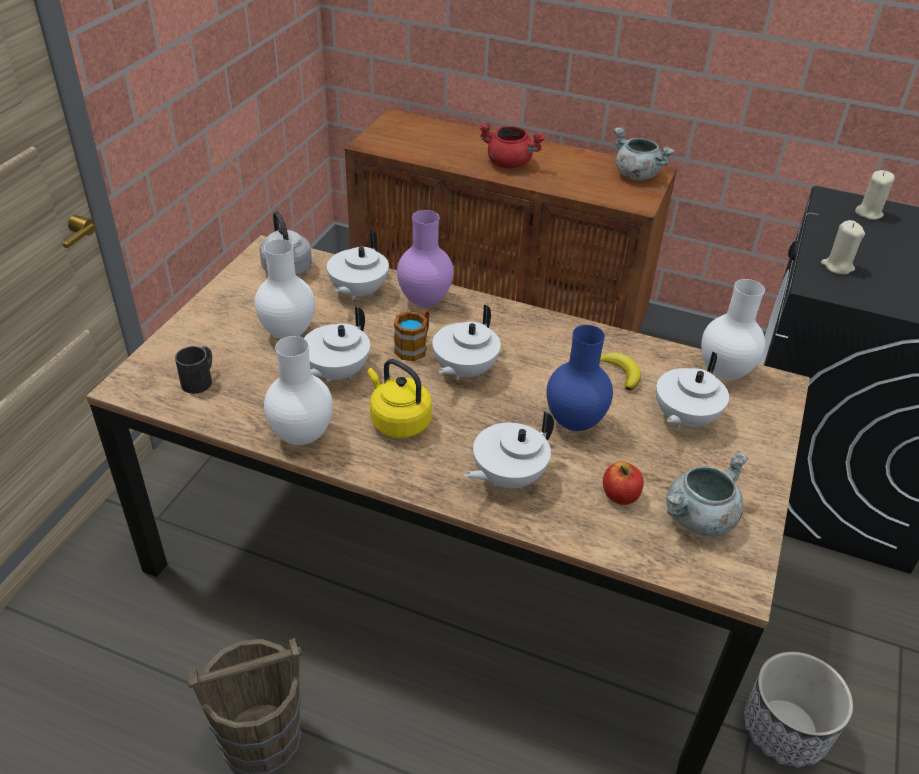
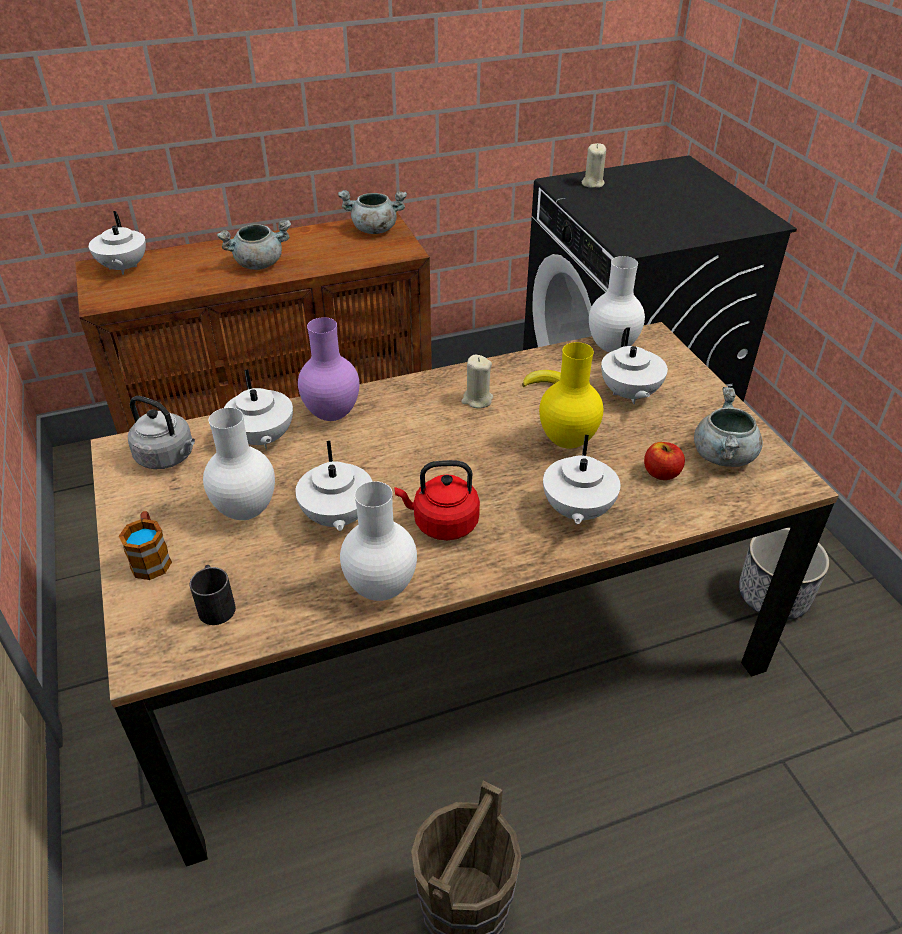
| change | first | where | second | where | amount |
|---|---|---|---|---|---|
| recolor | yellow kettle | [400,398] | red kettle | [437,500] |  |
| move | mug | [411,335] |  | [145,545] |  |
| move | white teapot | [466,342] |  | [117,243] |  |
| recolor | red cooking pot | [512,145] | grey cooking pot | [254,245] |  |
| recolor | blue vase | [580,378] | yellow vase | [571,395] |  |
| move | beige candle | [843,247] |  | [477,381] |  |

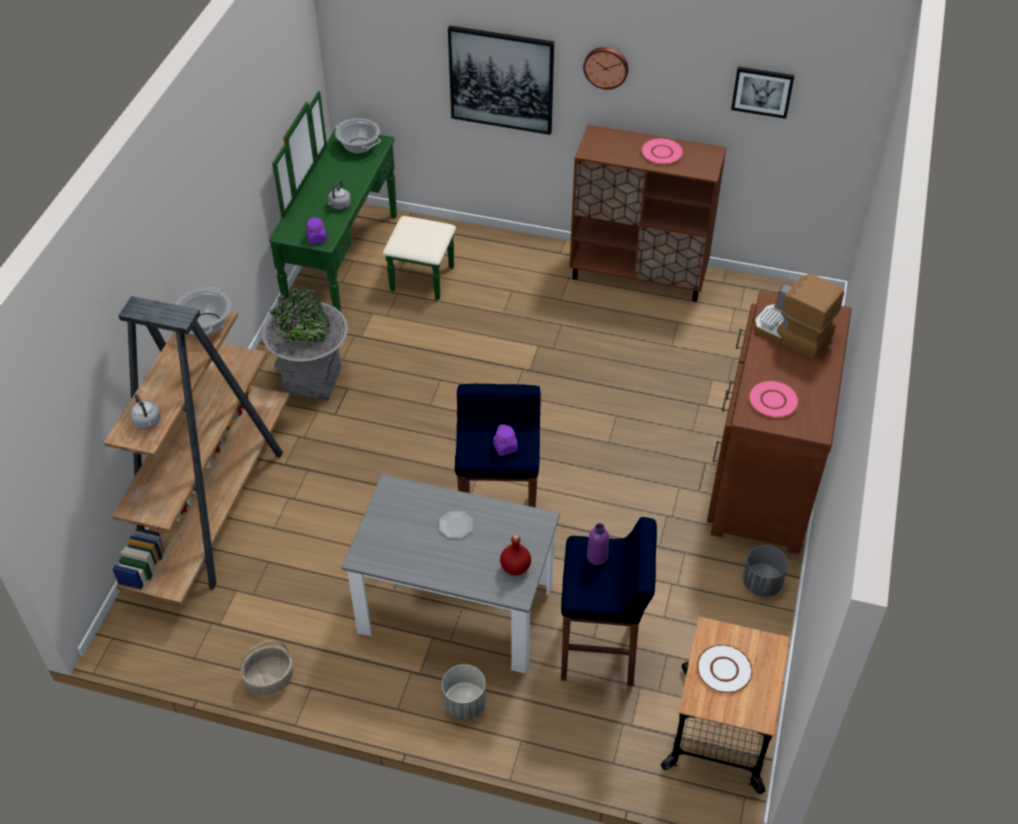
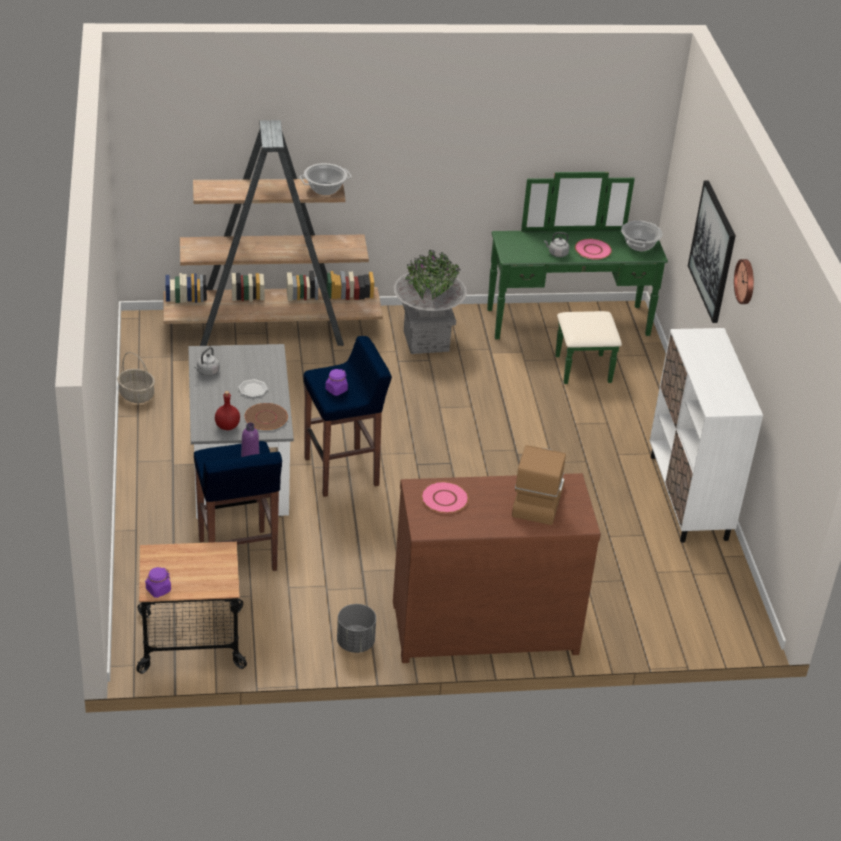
| change | first | where | second | where | amount |
|---|---|---|---|---|---|
| move | grey kettle | [145,411] |  | [207,361] |  |
| move | purple jar | [316,230] |  | [158,582] |  |
| delete | grey planter | [464,692] |  |  |  |
| recolor | brown cabinet | [648,213] | white cabinet | [706,435] |  |
| move | pink plate | [662,151] |  | [593,249] |  |
| delete | white plate | [725,668] |  |  |  |
| delete | picture | [763,93] |  |  |  |
| insert |  |  | brown plate | [266,416] |  |

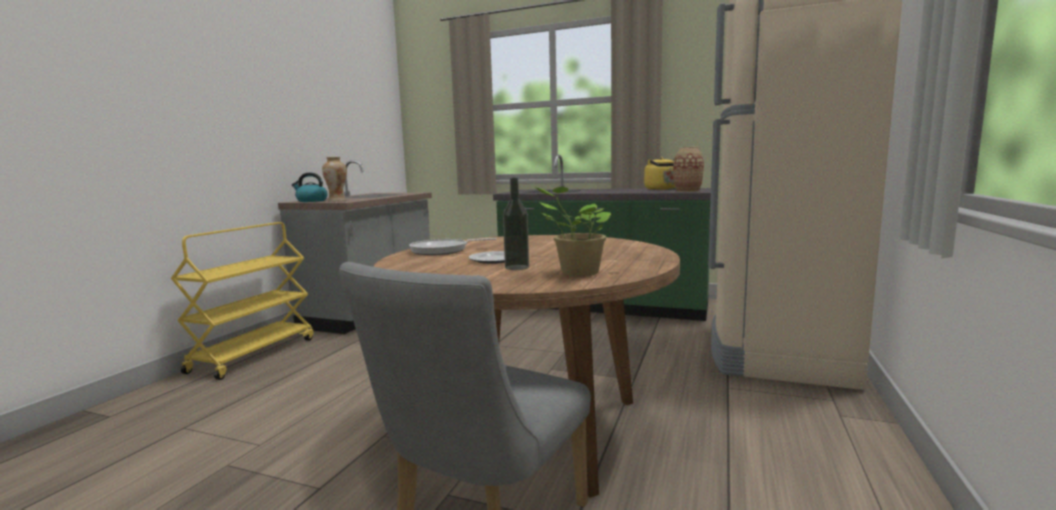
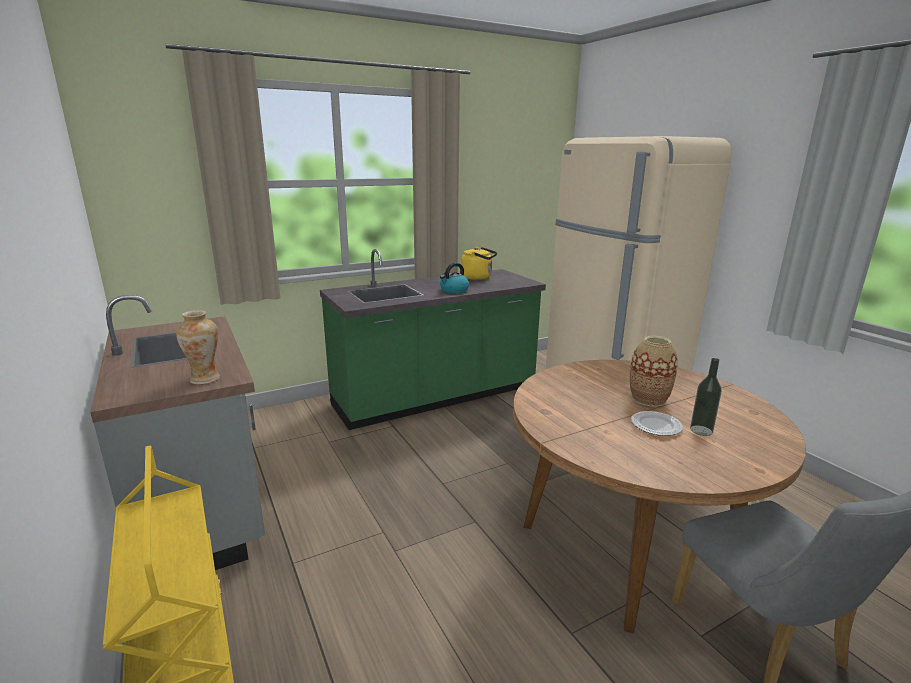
| change | first | where | second | where | amount |
|---|---|---|---|---|---|
| move | kettle | [310,187] |  | [454,278] |  |
| delete | frying pan | [453,246] |  |  |  |
| delete | potted plant | [573,231] |  |  |  |
| move | vase | [688,169] |  | [654,371] |  |

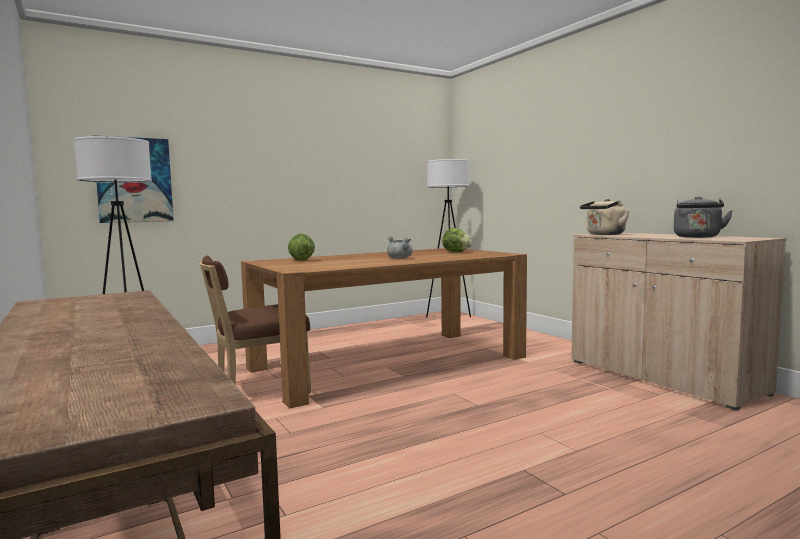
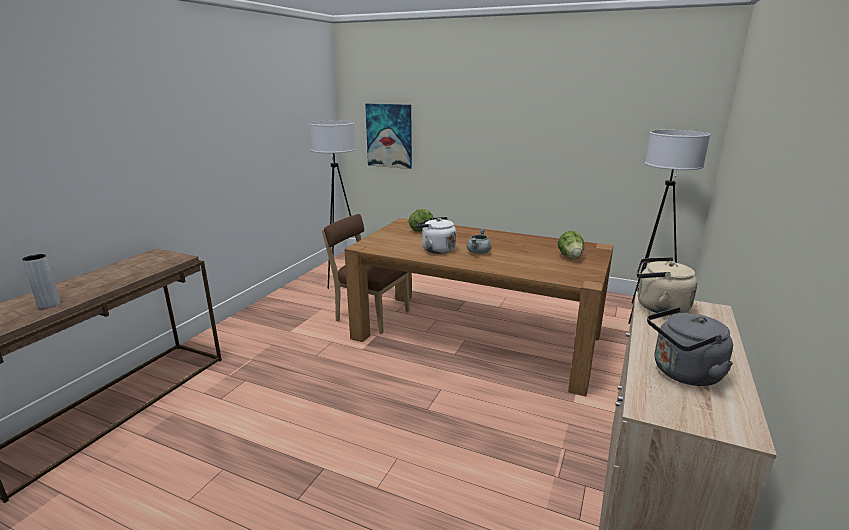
| change | first | where | second | where | amount |
|---|---|---|---|---|---|
| insert |  |  | grey vase | [41,281] |  |
| insert |  |  | white kettle | [435,235] |  |

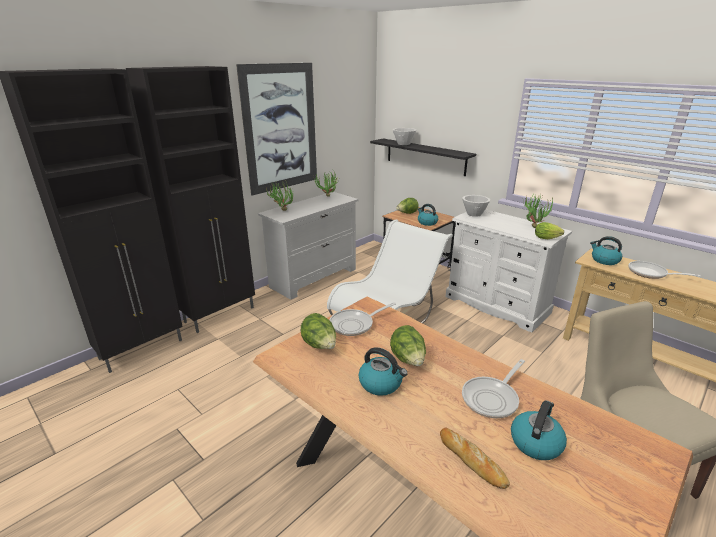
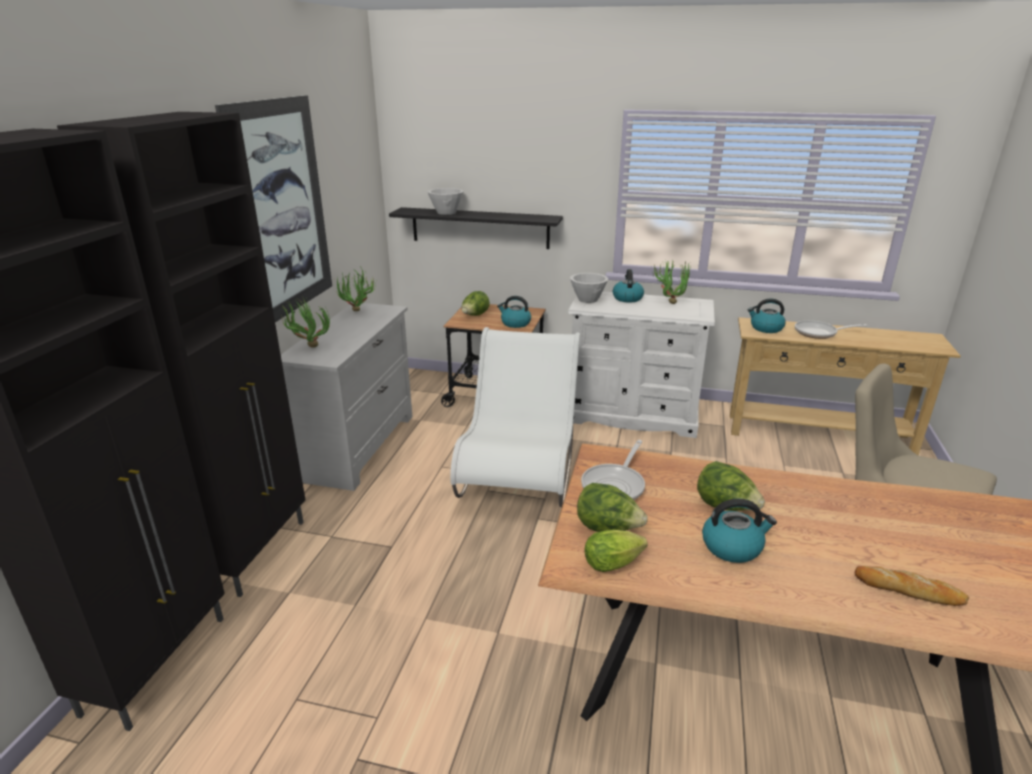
| change | first | where | second | where | amount |
|---|---|---|---|---|---|
| delete | frying pan | [493,388] |  |  |  |
| move | kettle | [539,430] |  | [628,286] |  |
| move | lettuce | [549,230] |  | [616,551] |  |

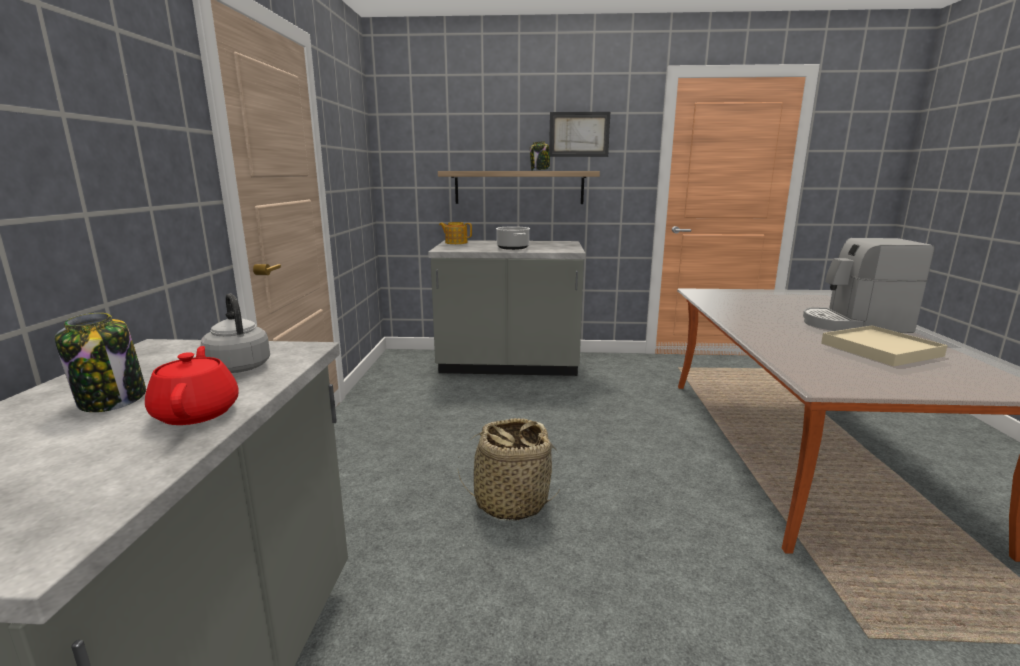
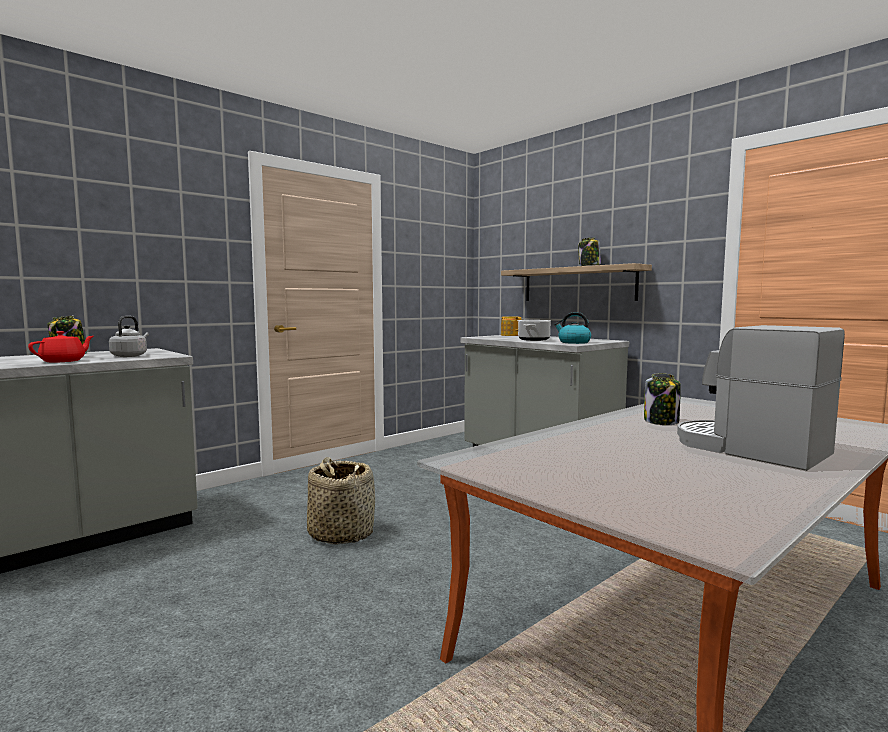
| change | first | where | second | where | amount |
|---|---|---|---|---|---|
| delete | picture | [579,134] |  |  |  |
| delete | beige tray | [884,346] |  |  |  |
| insert |  |  | kettle | [572,328] |  |
| insert |  |  | jar | [662,399] |  |

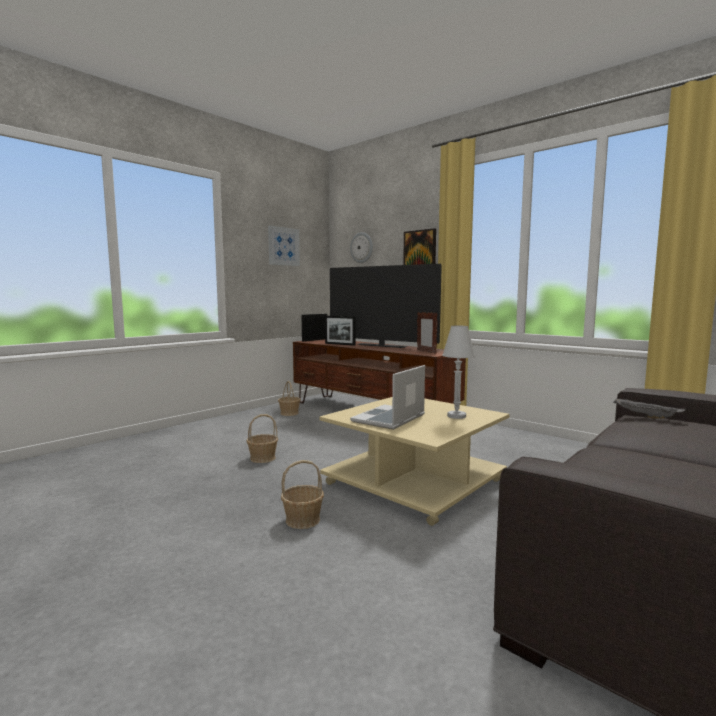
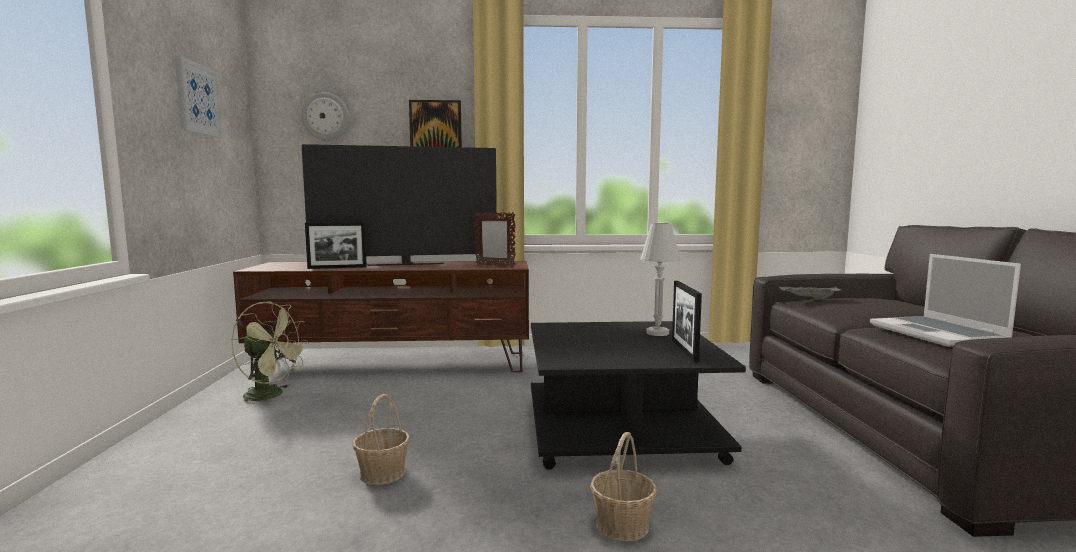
| change | first | where | second | where | amount |
|---|---|---|---|---|---|
| replace | basket | [289,398] | green fan | [270,354] |  |
| move | picture frame | [314,327] |  | [687,321] |  |
| recolor | beige coffee table | [414,461] | black coffee table | [638,395] |  |
| move | laptop | [387,397] |  | [945,300] |  |

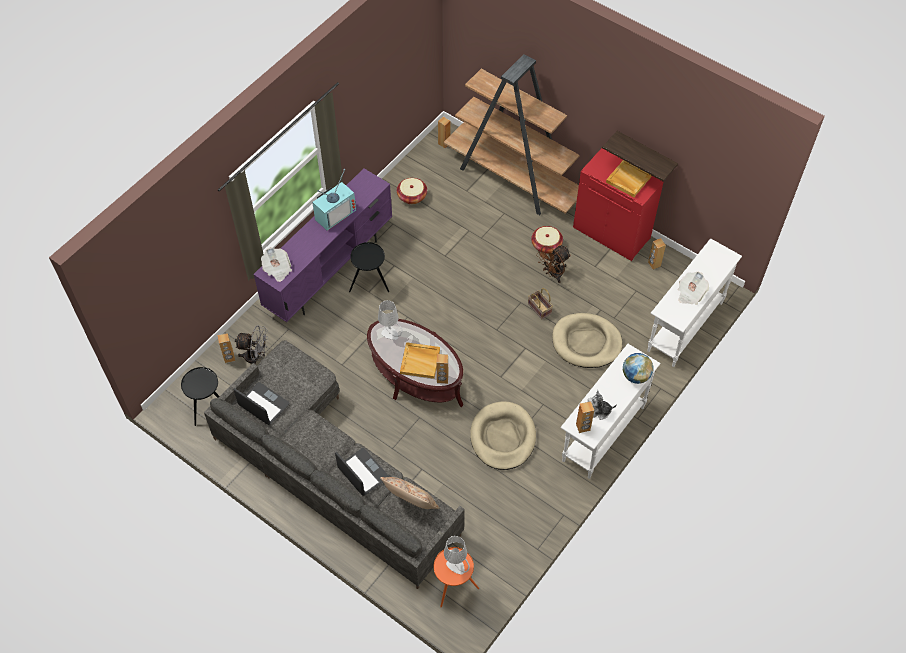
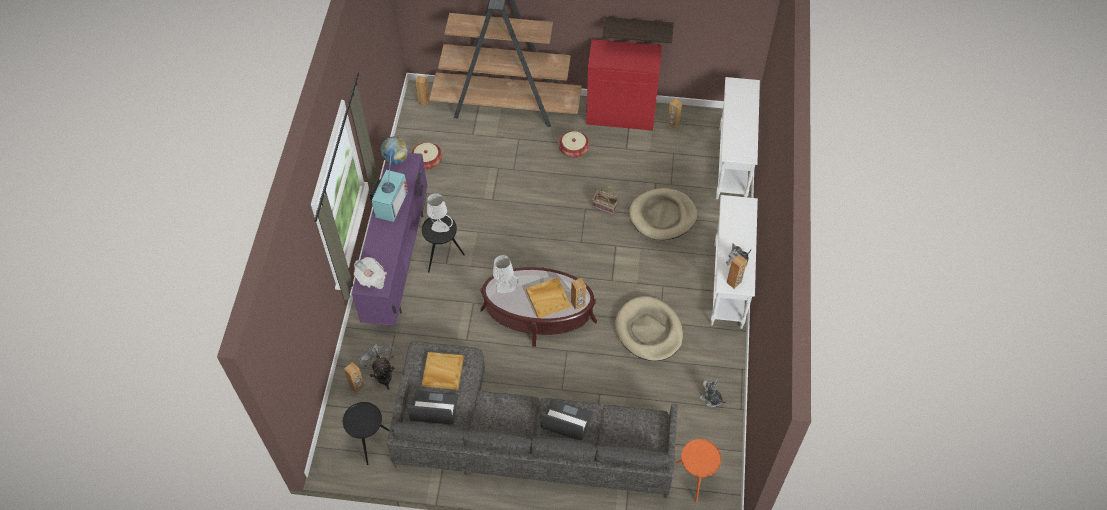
| change | first | where | second | where | amount |
|---|---|---|---|---|---|
| rotate | grey fan | [251,344] |  | [377,365] | 90 degrees counterclockwise |
| delete | beige pillow | [410,493] |  |  |  |
| move | grey table lamp | [457,555] |  | [440,212] |  |
| delete | brown fan | [553,264] |  |  |  |
| move | beige tray | [629,178] |  | [443,371] |  |
| move | globe | [638,368] |  | [394,150] |  |
| delete | newspaper | [693,288] |  |  |  |
| insert |  |  | plush toy | [712,393] |  |

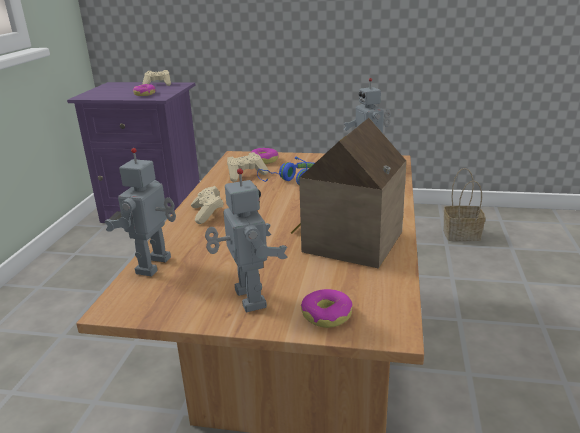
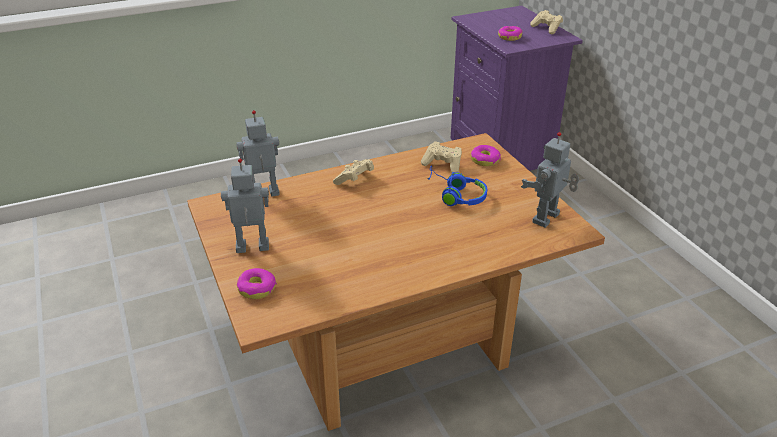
| change | first | where | second | where | amount |
|---|---|---|---|---|---|
| rotate | toy robot | [246,240] |  | [245,205] | 135 degrees counterclockwise |
| delete | toy house | [349,193] |  |  |  |
| delete | basket | [464,204] |  |  |  |

